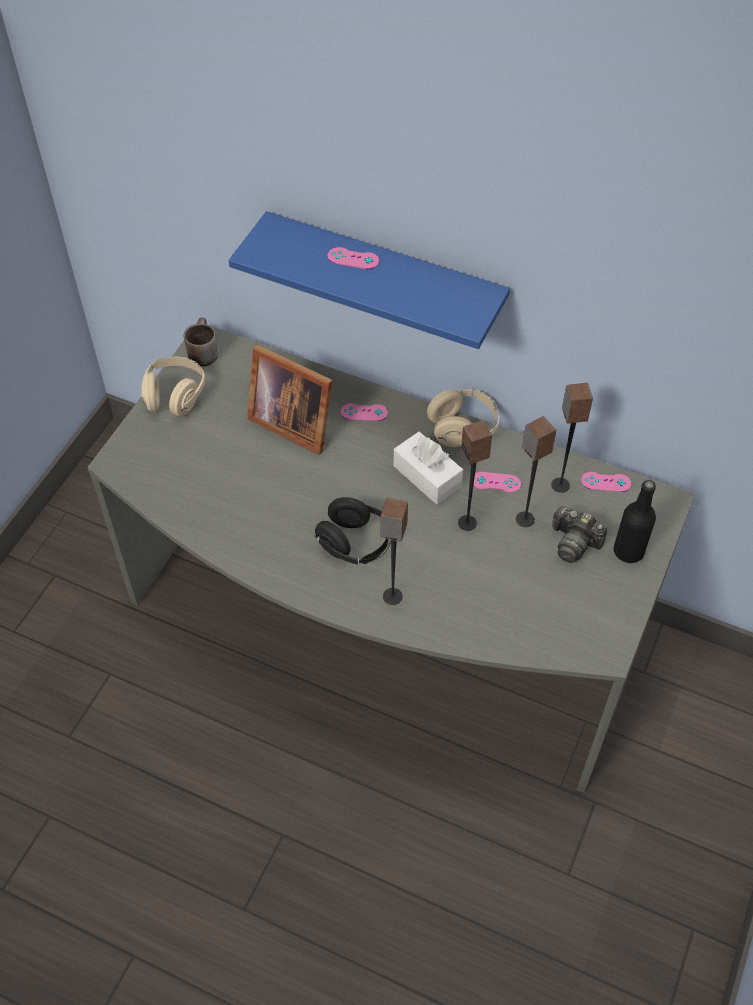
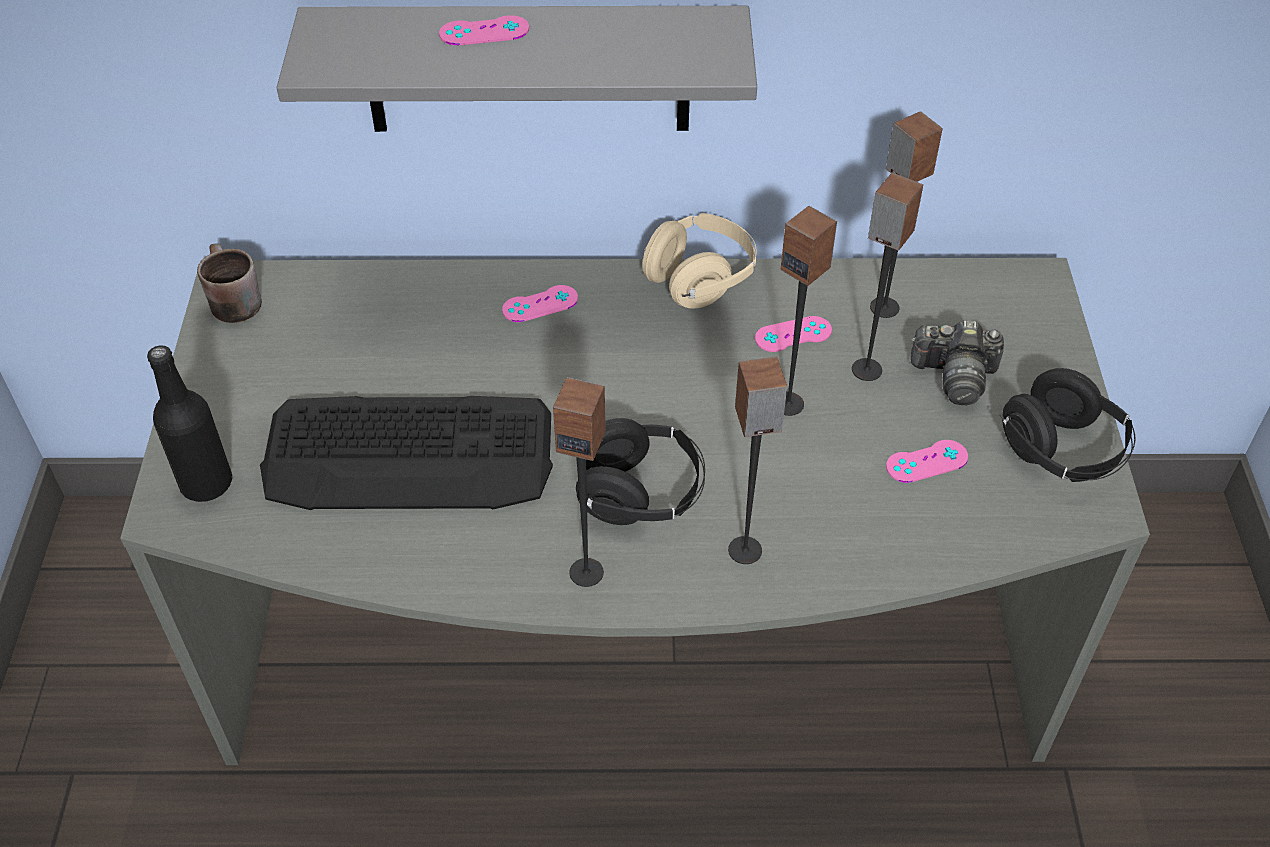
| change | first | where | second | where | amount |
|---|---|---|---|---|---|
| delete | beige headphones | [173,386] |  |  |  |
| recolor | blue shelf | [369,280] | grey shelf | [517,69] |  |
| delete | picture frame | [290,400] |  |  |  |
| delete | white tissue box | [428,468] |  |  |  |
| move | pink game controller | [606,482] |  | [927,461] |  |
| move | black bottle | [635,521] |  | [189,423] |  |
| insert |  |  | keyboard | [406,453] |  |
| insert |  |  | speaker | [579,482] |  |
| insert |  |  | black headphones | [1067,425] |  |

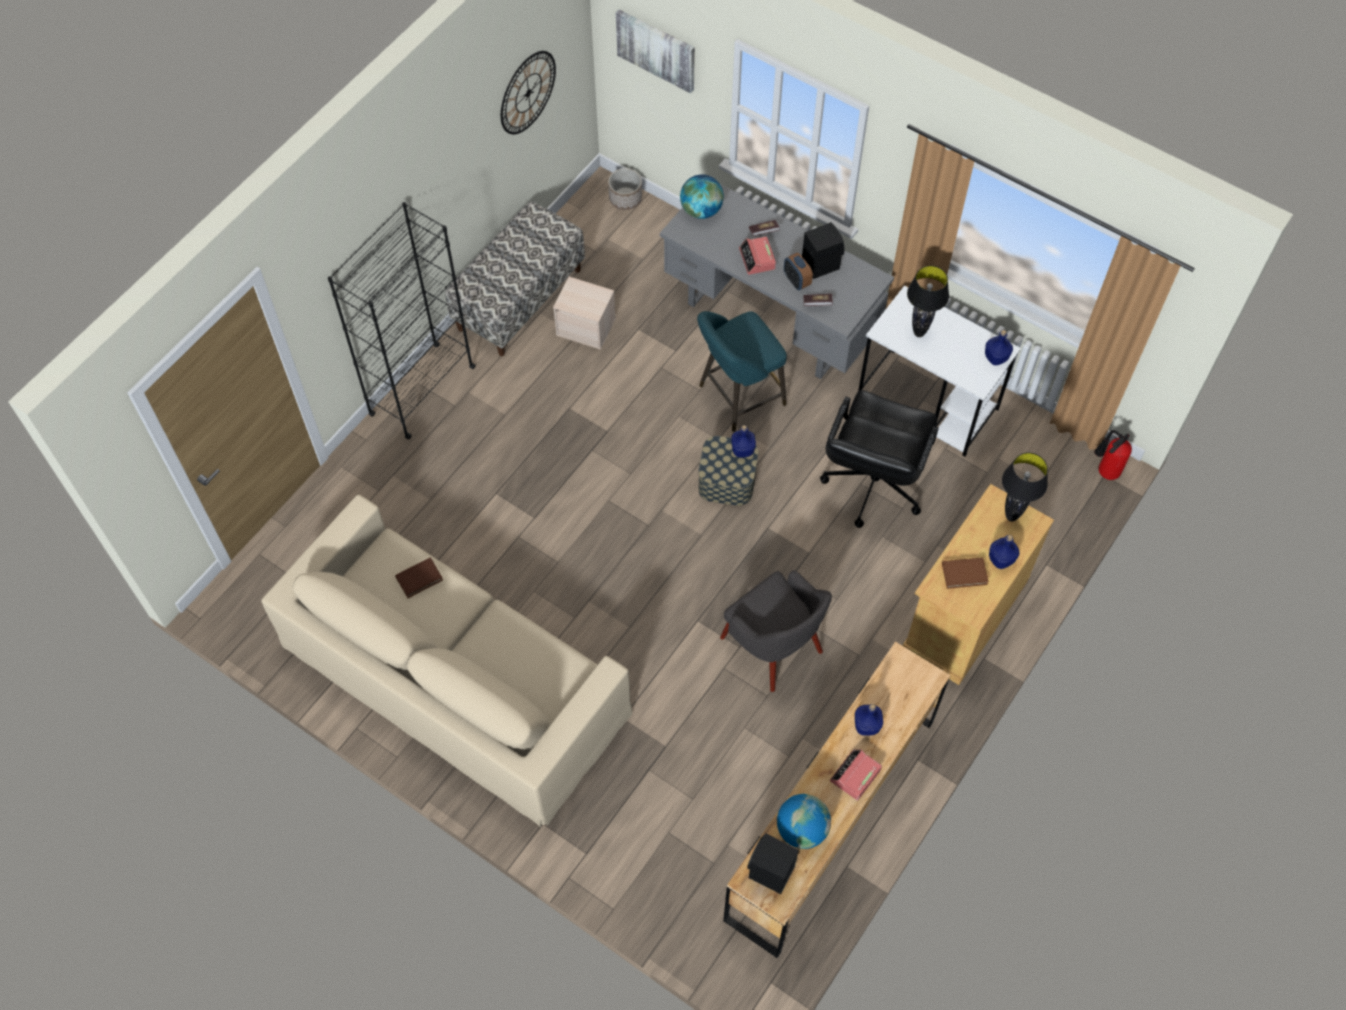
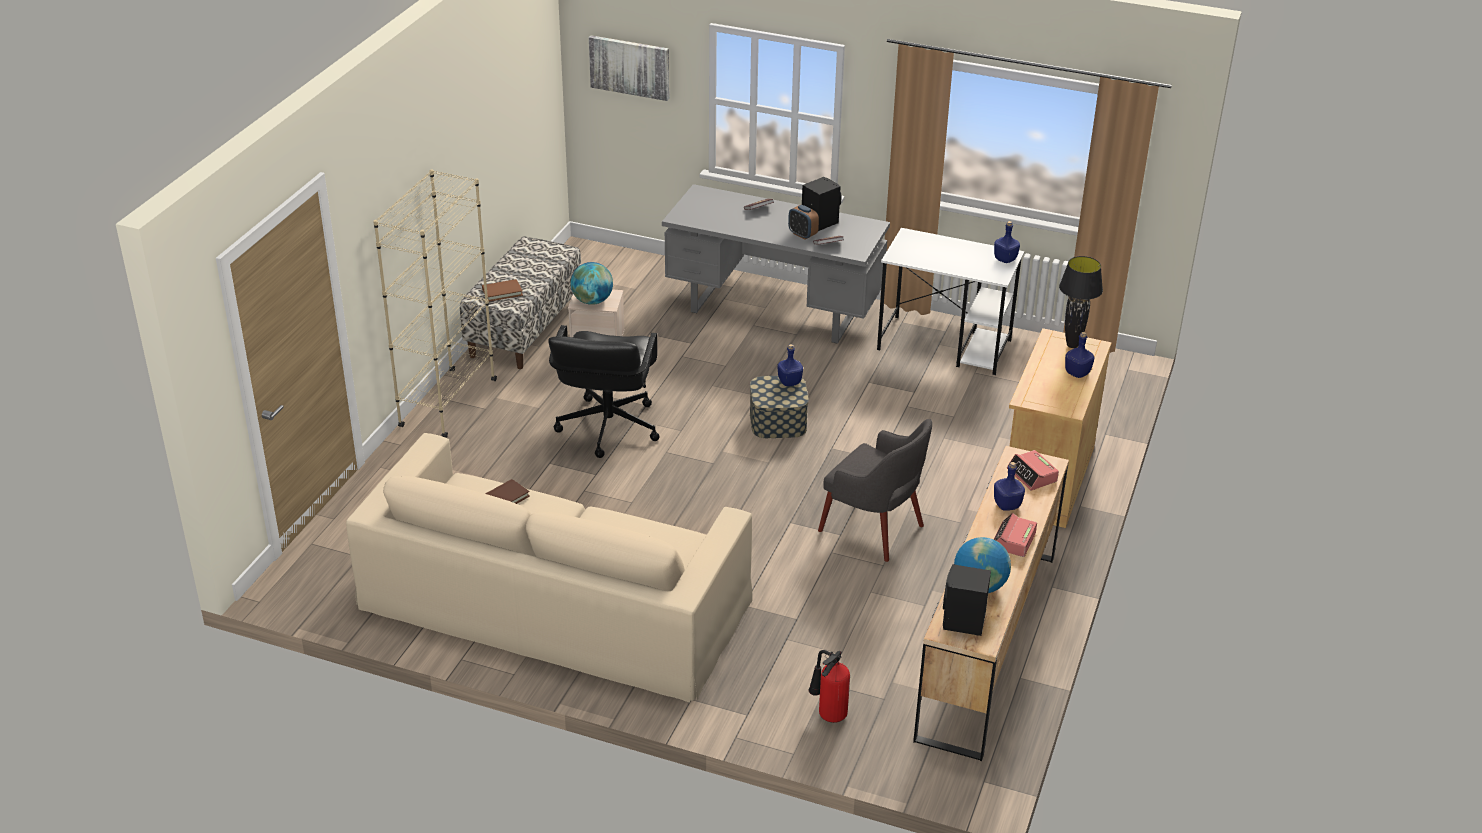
| change | first | where | second | where | amount |
|---|---|---|---|---|---|
| recolor | black bookcase | [402,320] | beige bookcase | [435,303] |  |
| delete | wall clock | [528,92] |  |  |  |
| delete | planter | [625,189] |  |  |  |
| move | globe | [702,196] |  | [591,283] |  |
| delete | turquoise stool | [742,371] |  |  |  |
| move | alarm clock | [757,255] |  | [1033,470] |  |
| move | black office chair | [879,459] |  | [603,391] |  |
| delete | black table lamp | [928,301] |  |  |  |
| move | brown book | [965,573] |  | [502,290] |  |
| move | fire extinguisher | [1113,455] |  | [829,686] |  |

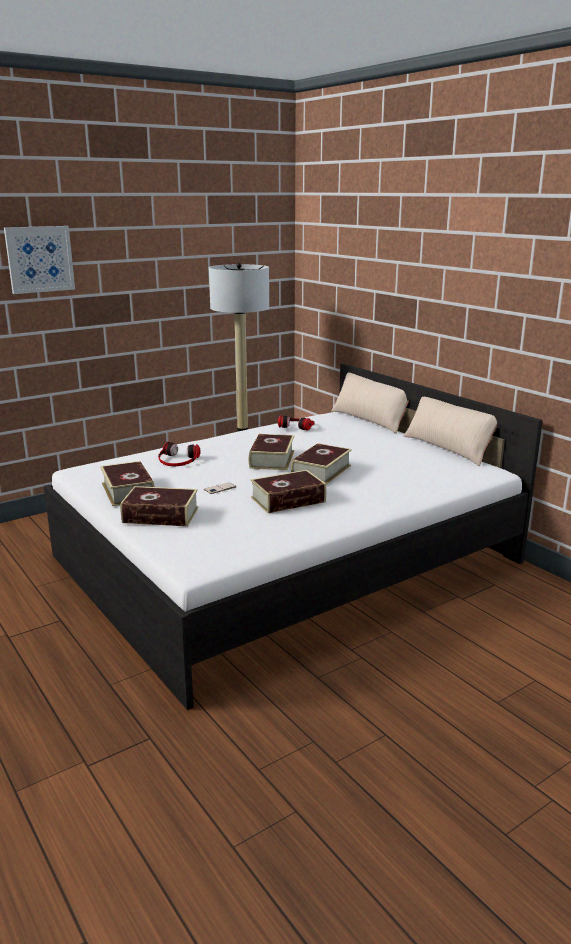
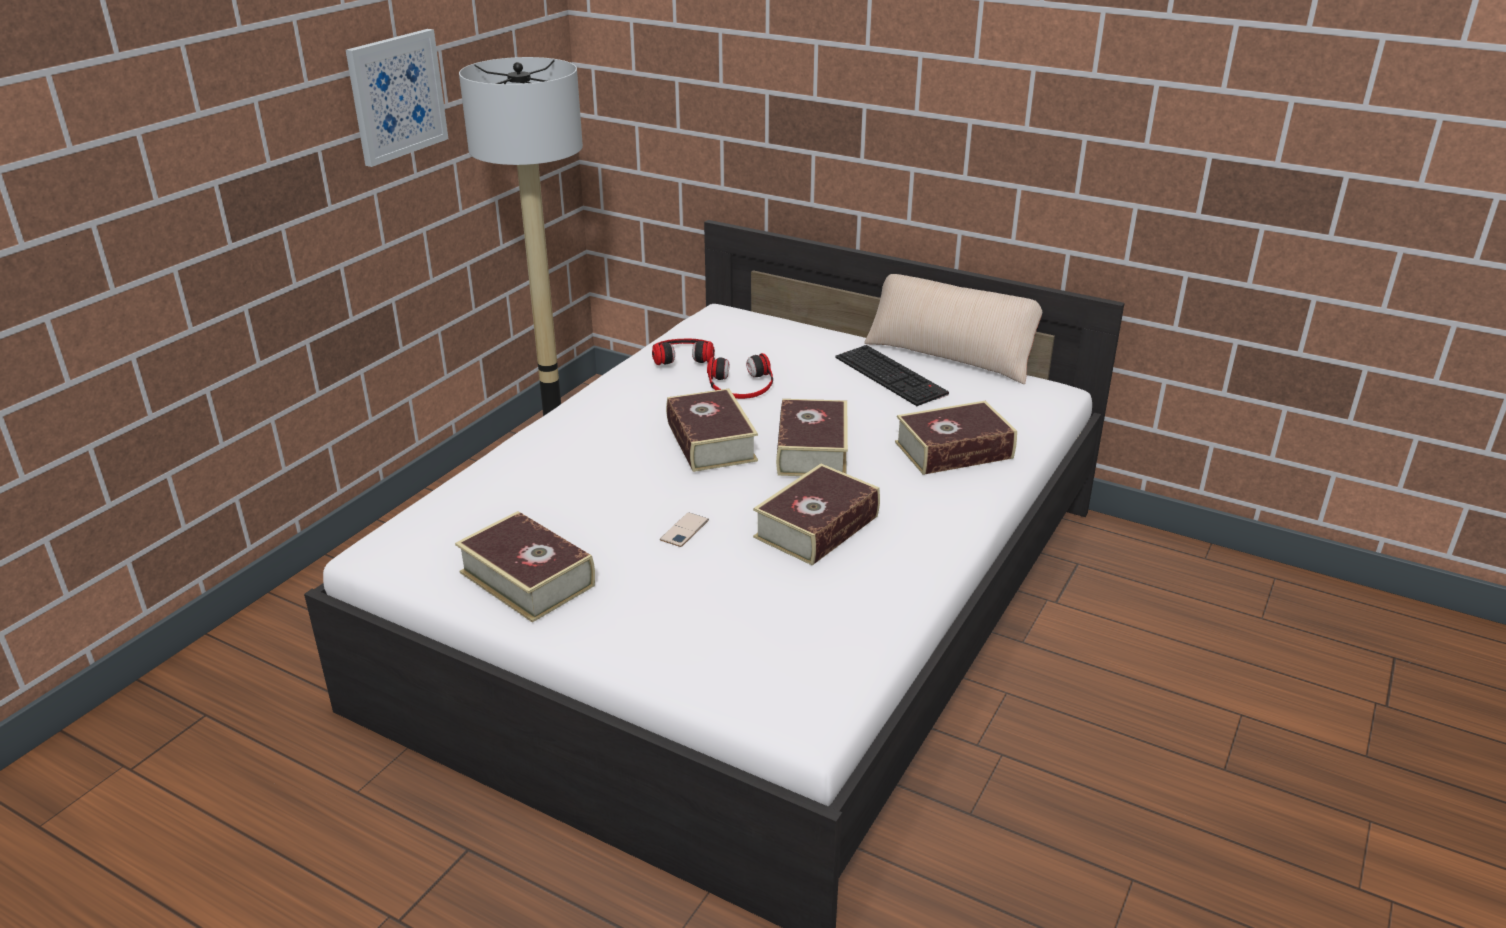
| change | first | where | second | where | amount |
|---|---|---|---|---|---|
| move | picture | [39,260] |  | [397,98] |  |
| move | book | [159,506] |  | [956,438] |  |
| move | headphones | [179,454] |  | [740,376] |  |
| delete | beige pillow | [370,403] |  |  |  |
| insert |  |  | keyboard | [892,375] |  |

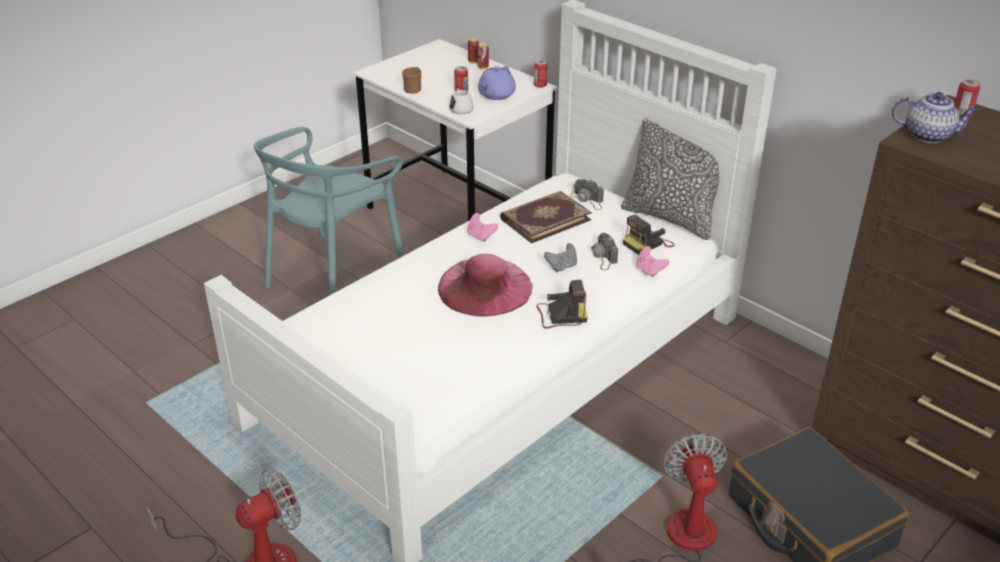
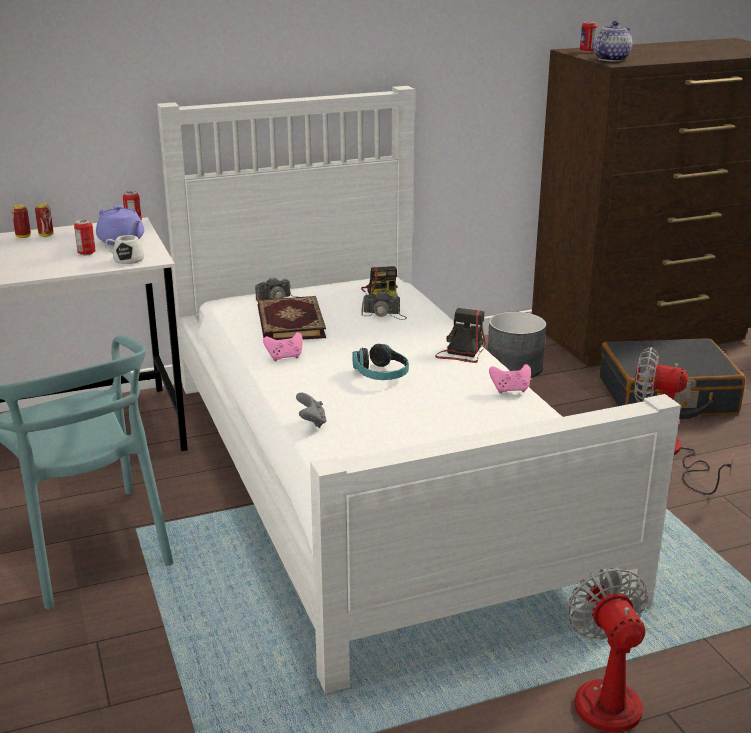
| change | first | where | second | where | amount |
|---|---|---|---|---|---|
| delete | brown mug | [411,80] |  |  |  |
| replace | pink hat | [485,285] | headphones | [380,362] |  |
| move | grey game controller | [560,257] |  | [311,410] |  |
| delete | pillow | [670,179] |  |  |  |
| move | pink game controller | [652,261] |  | [510,379] |  |
| insert |  |  | grey planter | [517,345] |  |

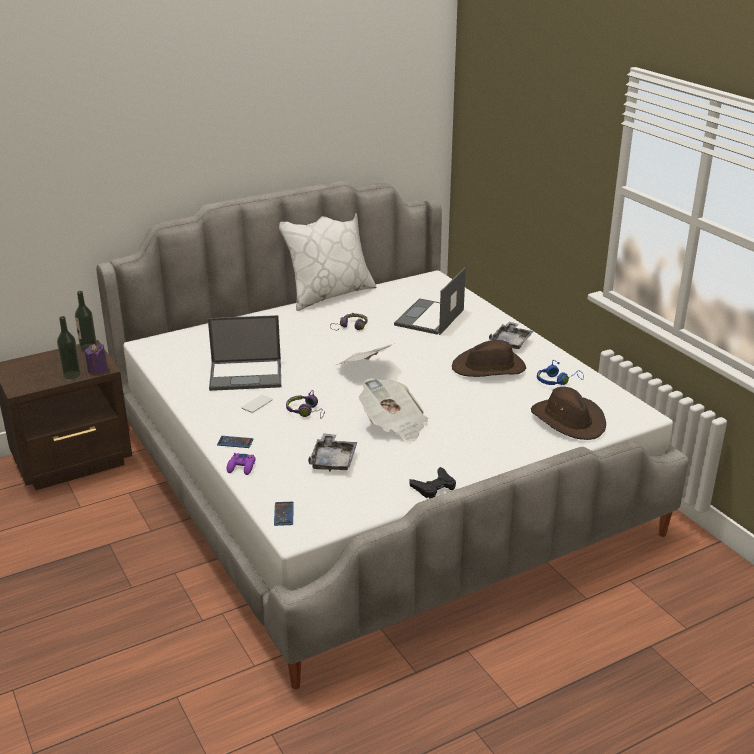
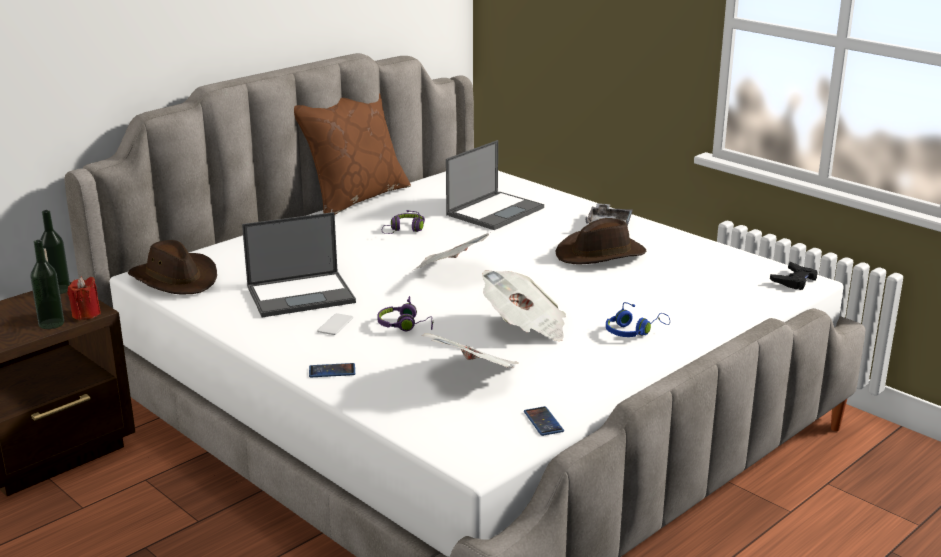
| change | first | where | second | where | amount |
|---|---|---|---|---|---|
| recolor | purple candle | [96,359] | red candle | [84,298] |  |
| delete | purple game controller | [241,464] |  |  |  |
| move | phone | [284,514] |  | [544,421] |  |
| recolor | white pillow | [327,262] | brown pillow | [352,154] |  |
| replace | grey tray | [332,452] | newspaper | [470,350] |  |
| rotate | laptop | [430,301] |  | [495,185] | 150 degrees counterclockwise |
| move | black game controller | [433,483] |  | [794,276] |  |
| move | brown hat | [568,413] |  | [172,267] |  |
| move | blue headphones | [560,372] |  | [638,319] |  |

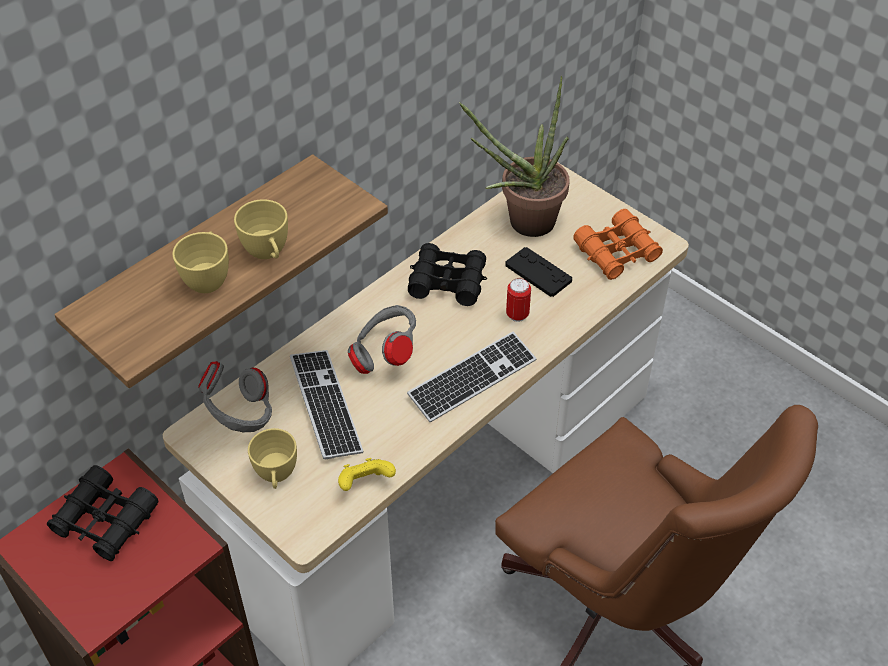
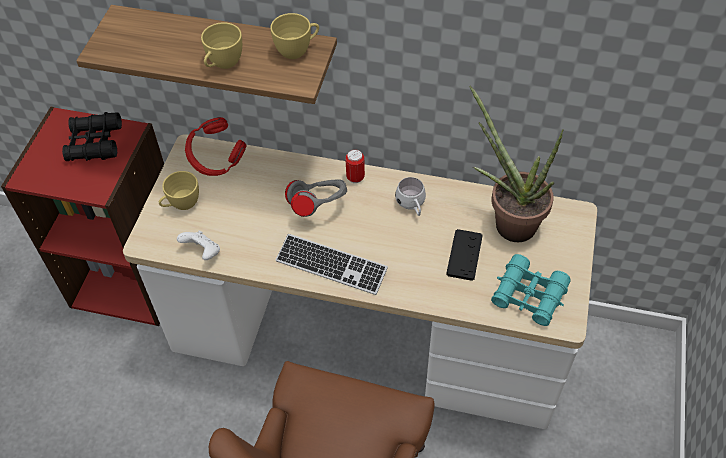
| change | first | where | second | where | amount |
|---|---|---|---|---|---|
| move | yellow cup | [200,262] |  | [294,36] |  |
| recolor | grey headphones | [235,396] | red headphones | [216,146] |  |
| delete | keyboard | [326,405] |  |  |  |
| recolor | yellow game controller | [367,474] | white game controller | [198,245] |  |
| replace | black binoculars | [447,274] | white mug | [410,196] |  |
| move | can | [518,300] |  | [355,166] |  |
| recolor | orange binoculars | [618,244] | turquoise binoculars | [531,290] |  |

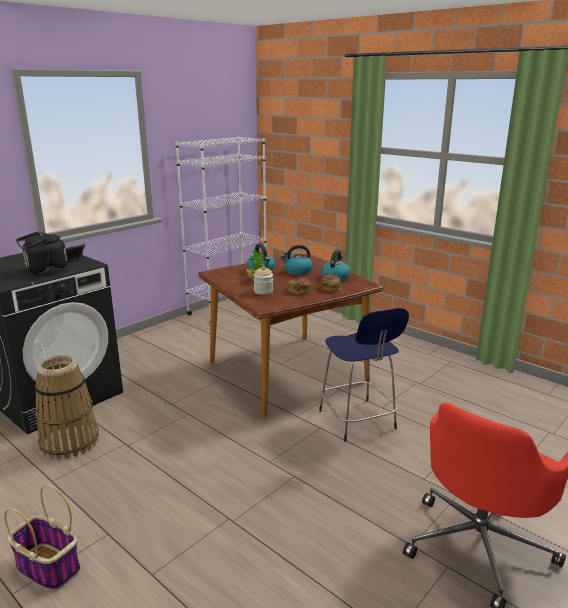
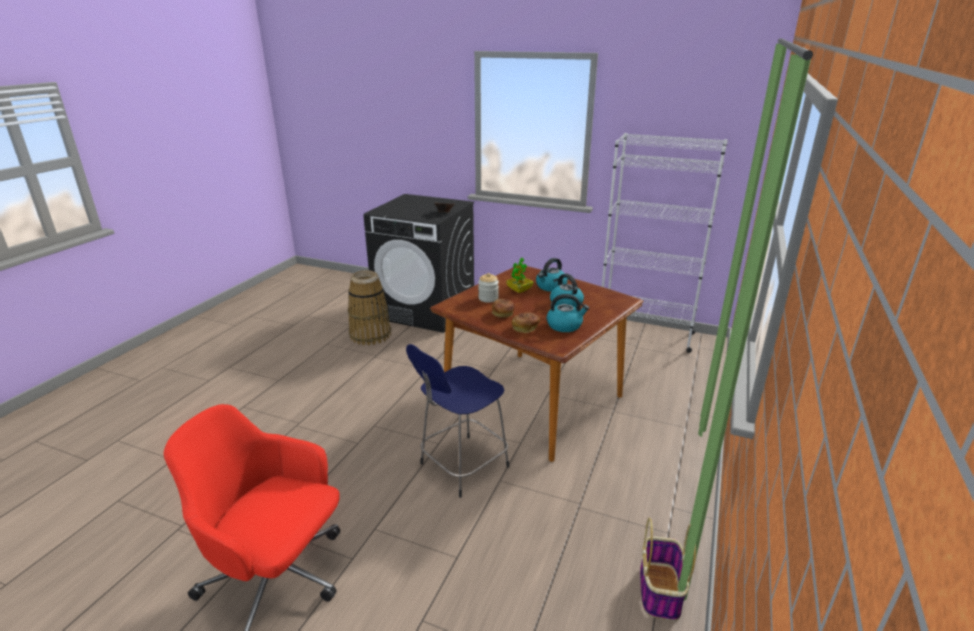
| change | first | where | second | where | amount |
|---|---|---|---|---|---|
| move | basket | [42,537] |  | [668,569] |  |
| delete | black kettle | [41,253] |  |  |  |

